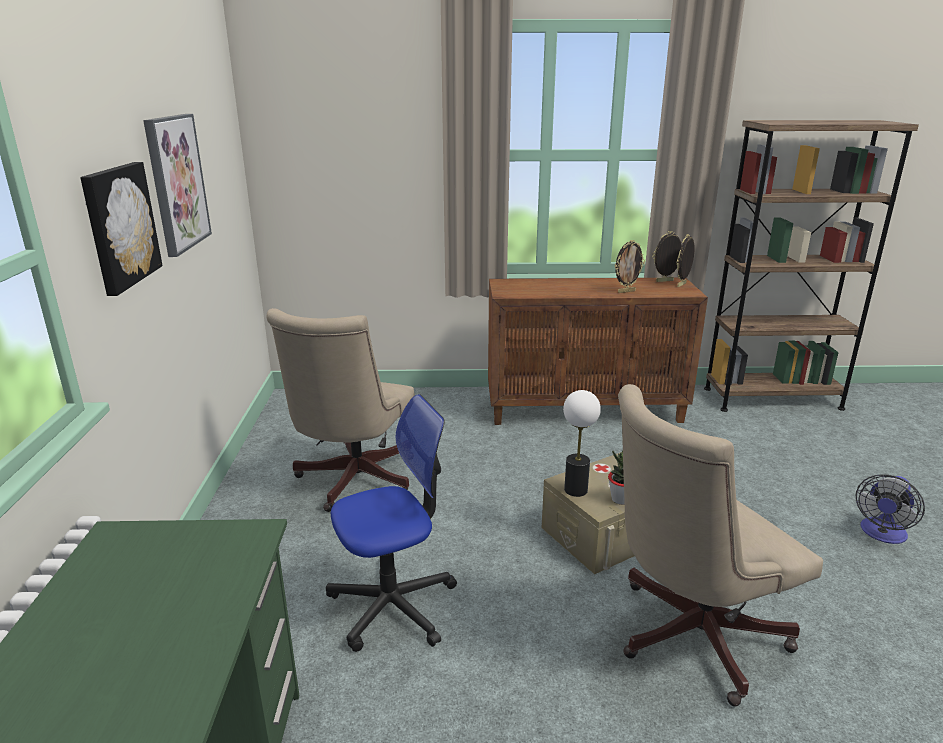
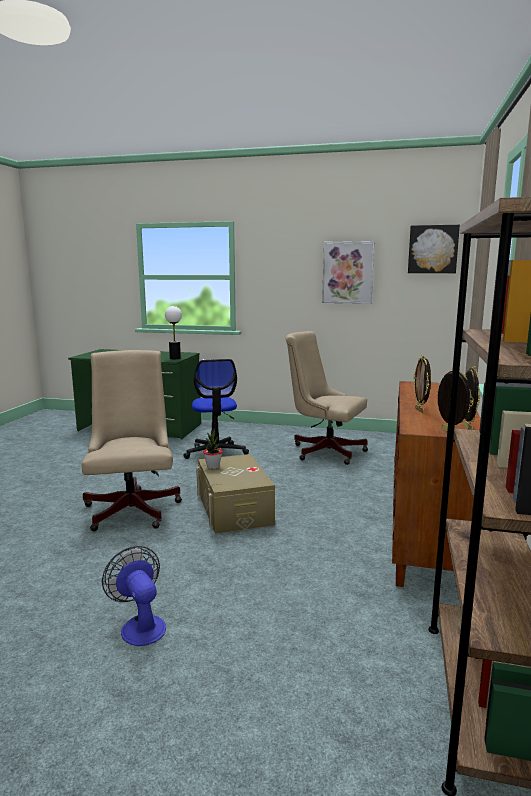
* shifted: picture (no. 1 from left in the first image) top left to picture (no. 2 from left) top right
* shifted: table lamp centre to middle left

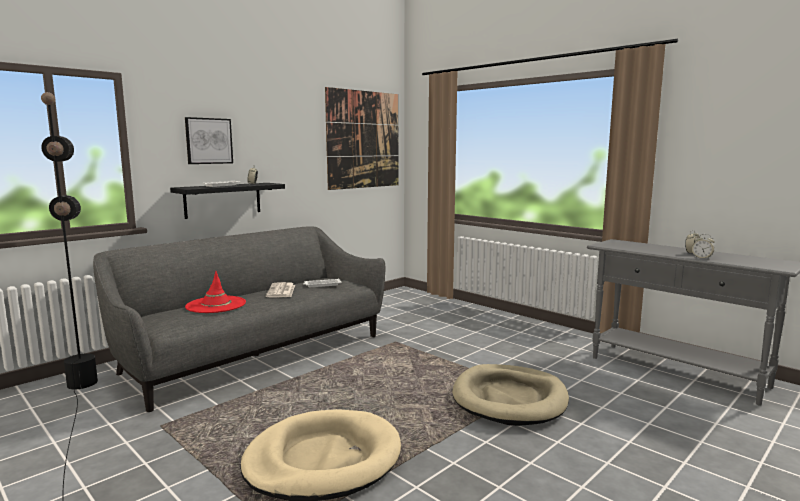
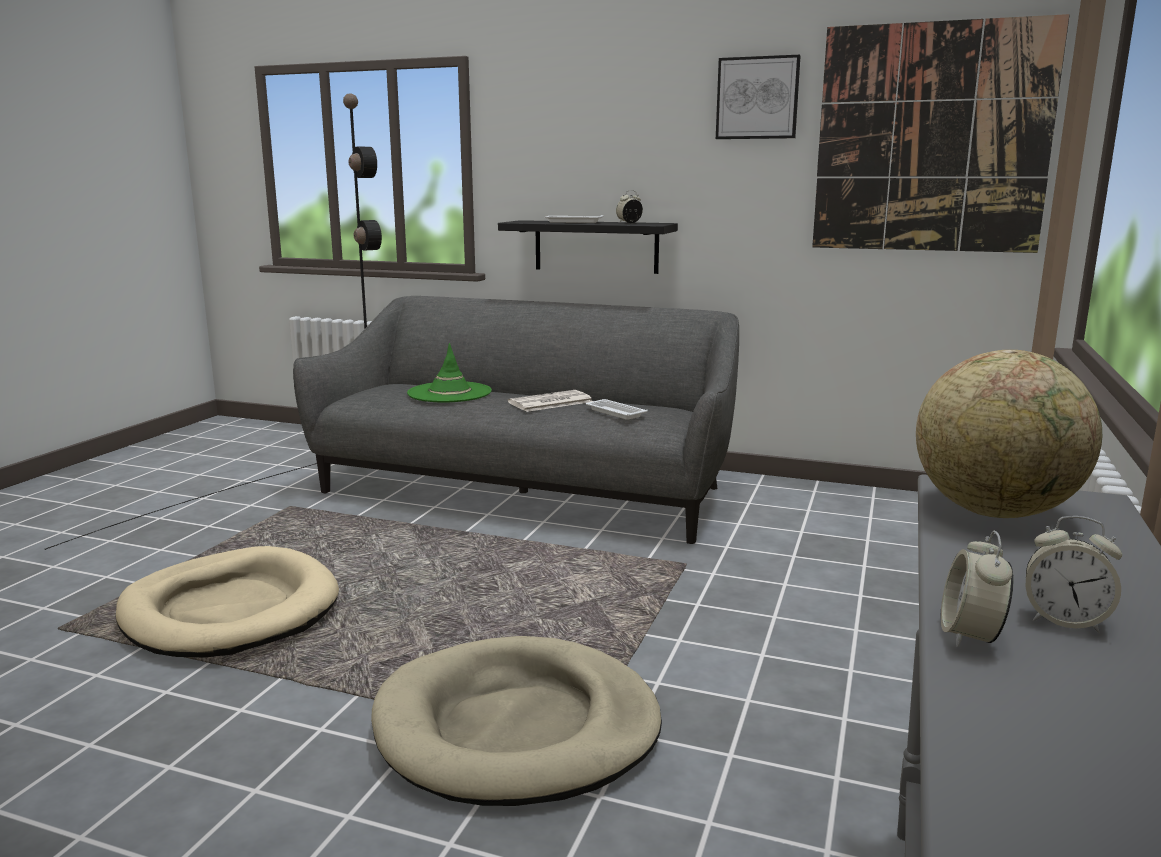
* shifted: picture (no. 1 from left) top left to top centre
* repainted: red wearable hat middle left to greenish wearable hat centre
* new: world globe middle right

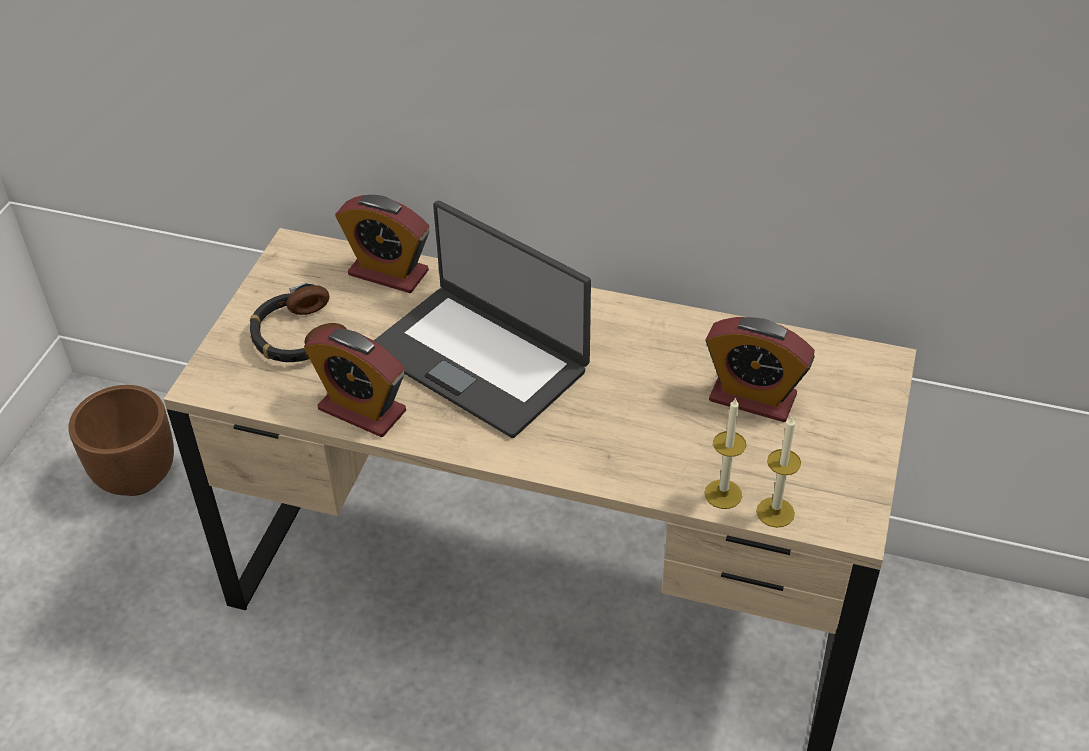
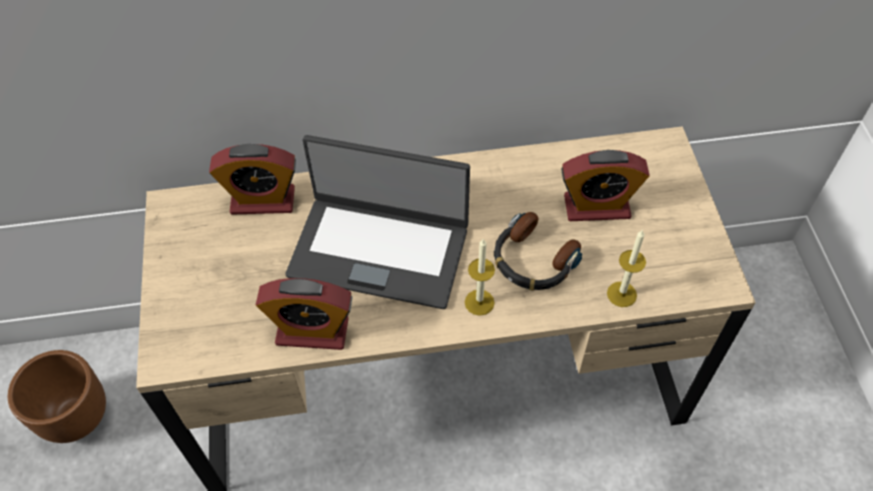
* shifted: headphones middle left to centre
* shifted: wax candle (no. 2 from left in the first image) middle right to wax candle (no. 1 from left) centre

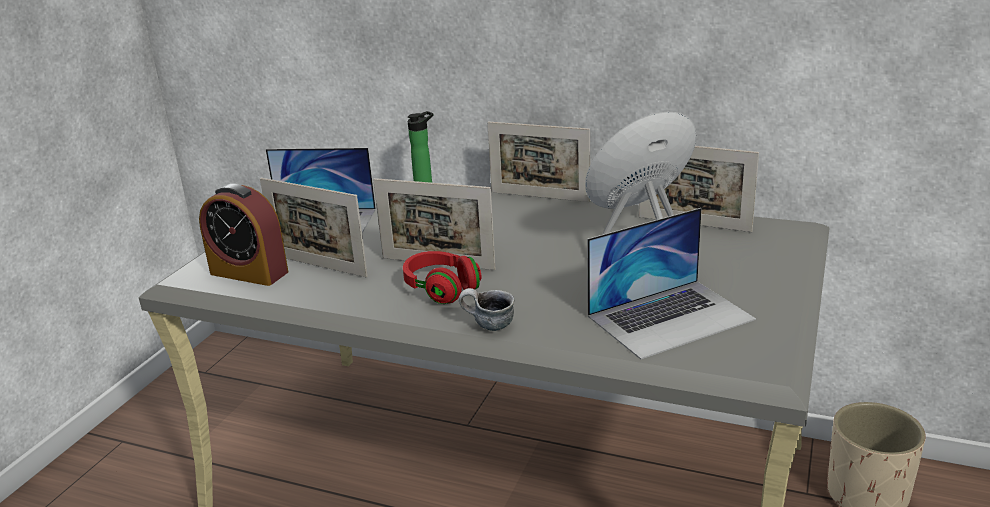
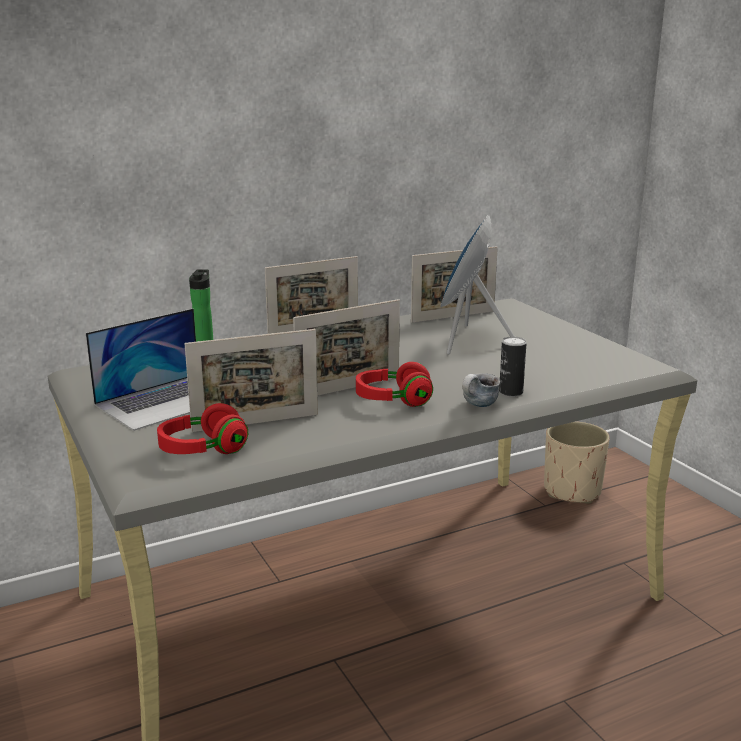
* swapped: table clock middle left to red headphones (no. 1 from left) middle left
* gone: laptop (no. 2 from left) middle right
* new: metal can middle right

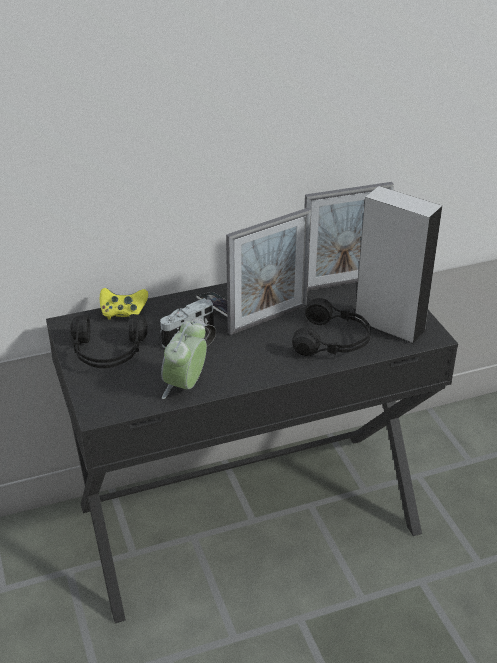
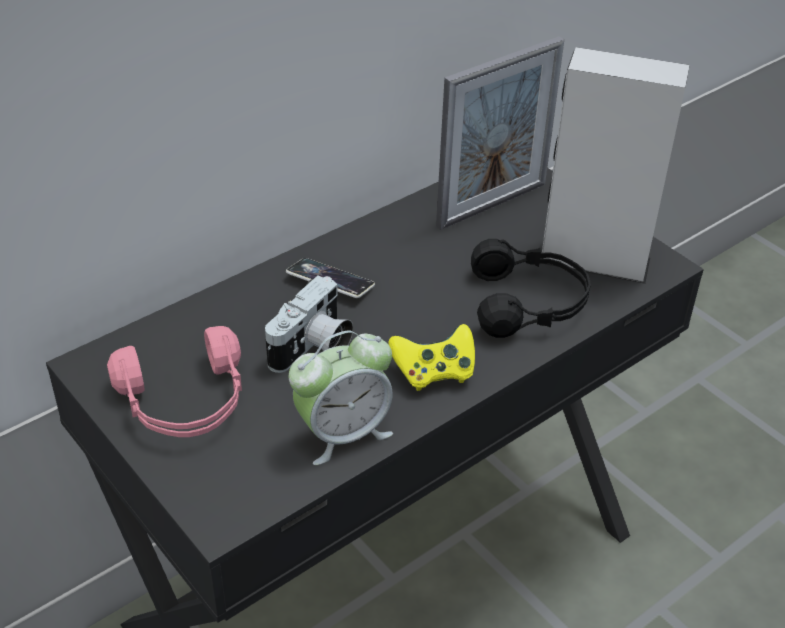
* repainted: black headphones (no. 1 from left) middle left to pink-coloured headphones middle left
* shifted: yellow gamepad middle left to centre
* rotated: table clock centre = centre 120 degrees counterclockwise
* gone: picture frame (no. 1 from left) centre

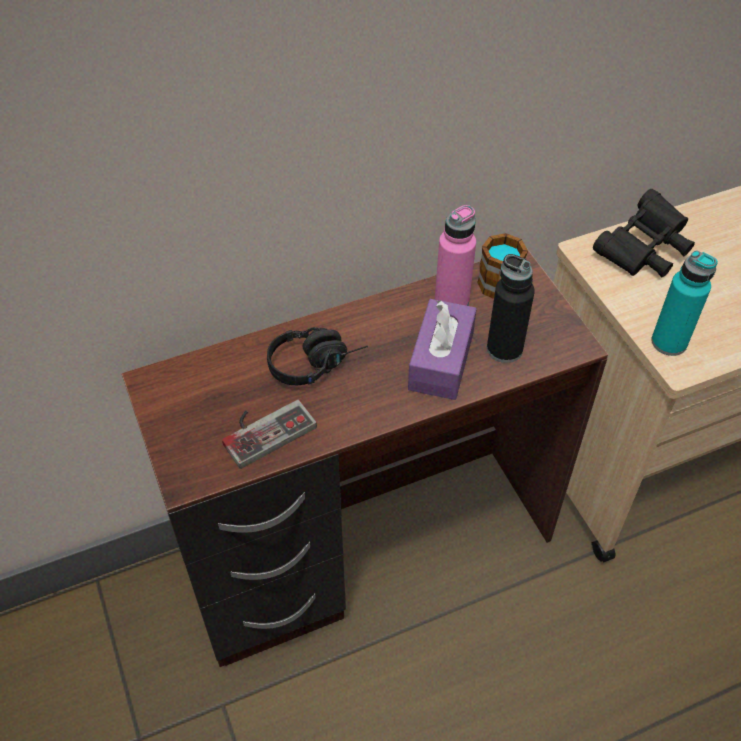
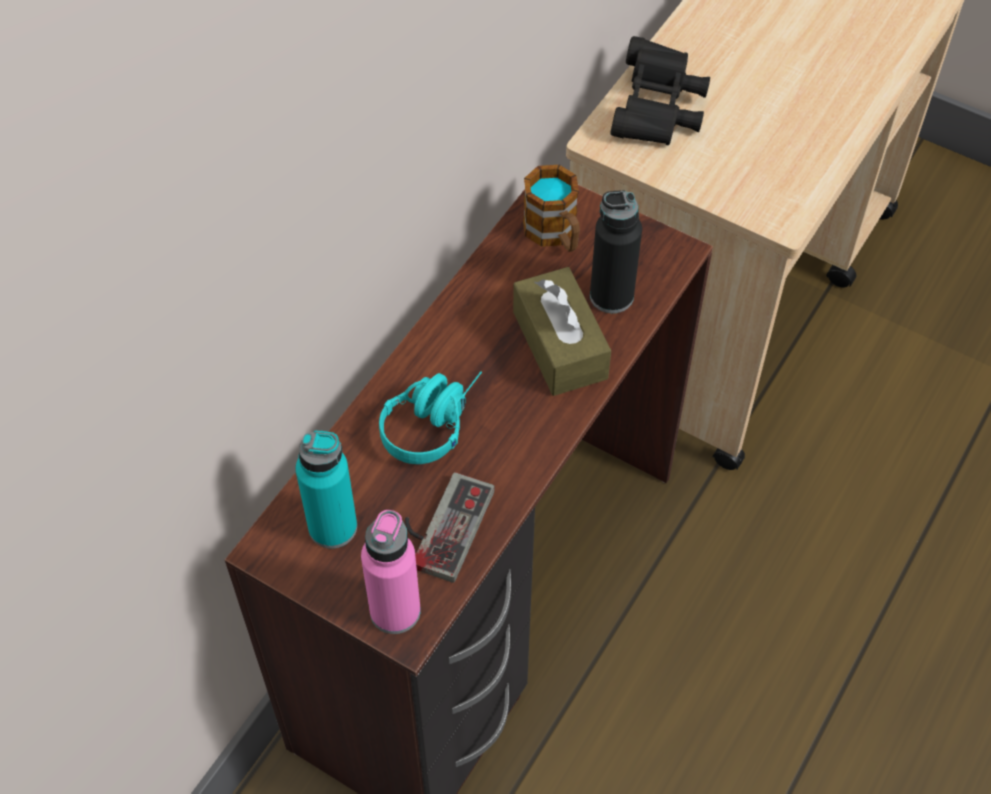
* repainted: black headphones centre to turquoise headphones centre
* repainted: purplish box of tissues centre to brownish box of tissues centre
* shifted: pink-coloured beverage bottle centre to bottom centre
* shifted: turquoise beverage bottle middle right to middle left

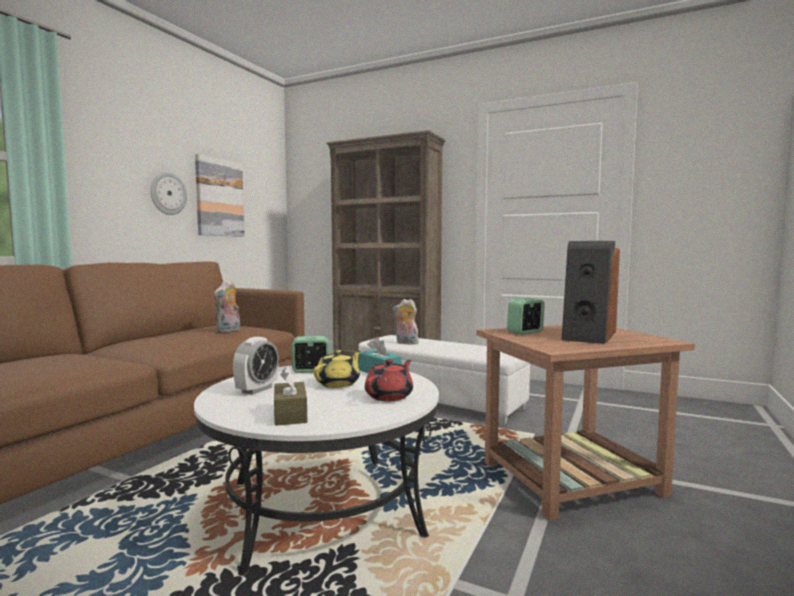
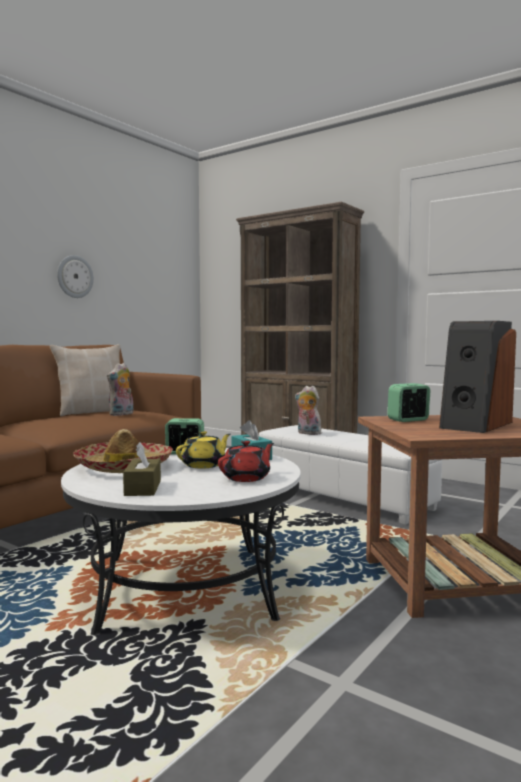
* gone: picture top left
* swapped: table clock (no. 1 from left) middle left to wearable hat middle left
* new: sand-coloured pillow middle left

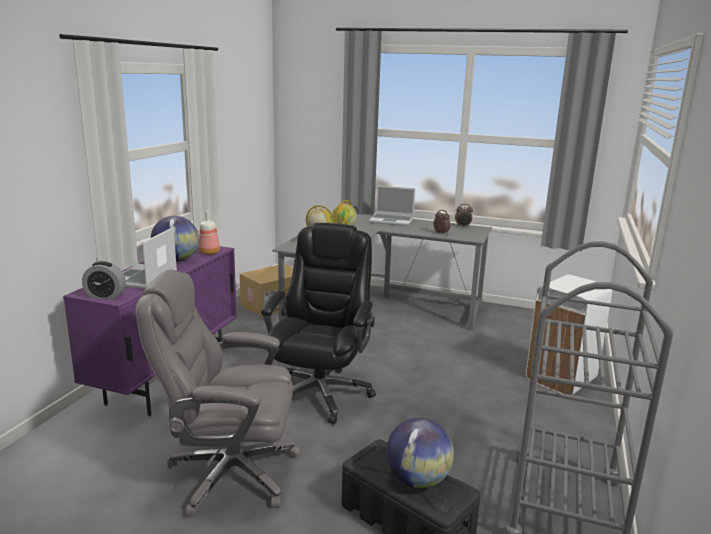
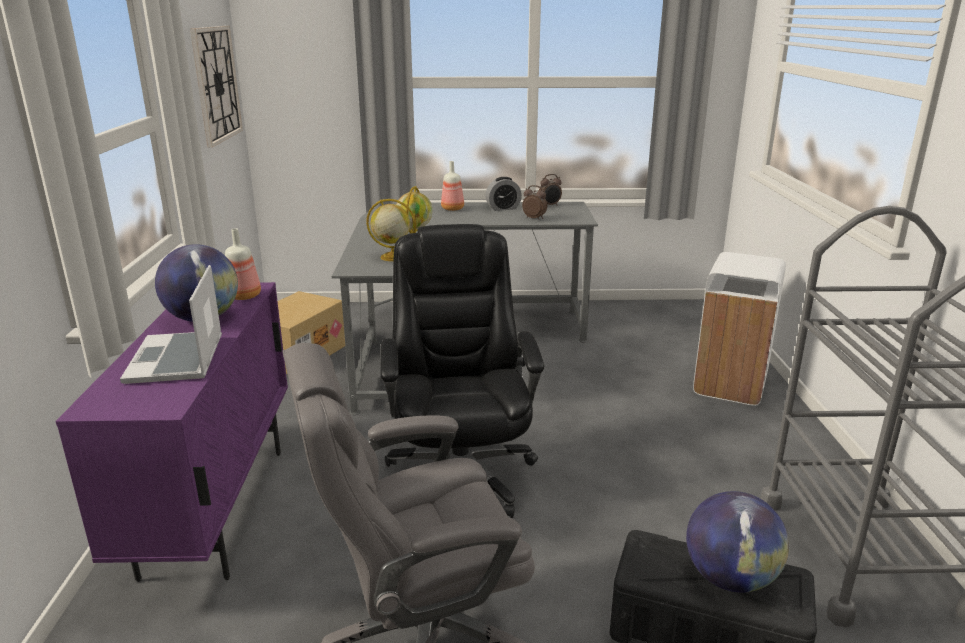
* shifted: table clock (no. 1 from left) middle left to top centre
* swapped: laptop (no. 2 from left) centre to beverage bottle (no. 2 from left) top centre
* new: hanging clock top left

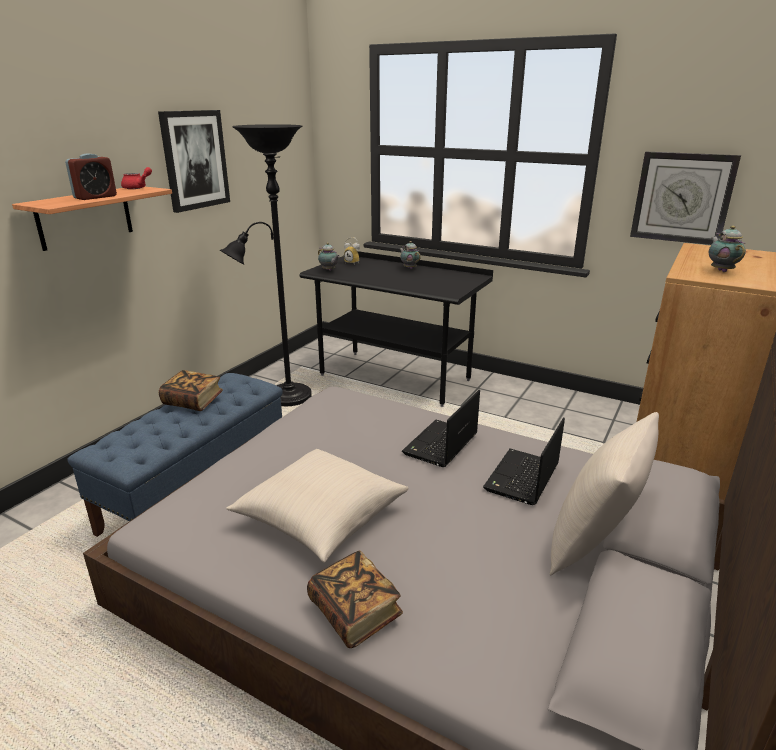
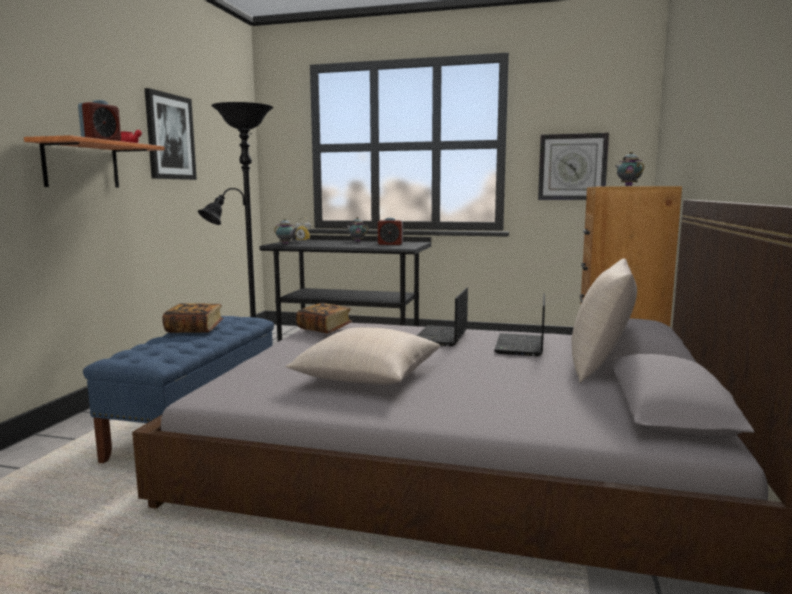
* shifted: volume (no. 2 from left) bottom centre to centre
* new: table clock (no. 3 from left) centre

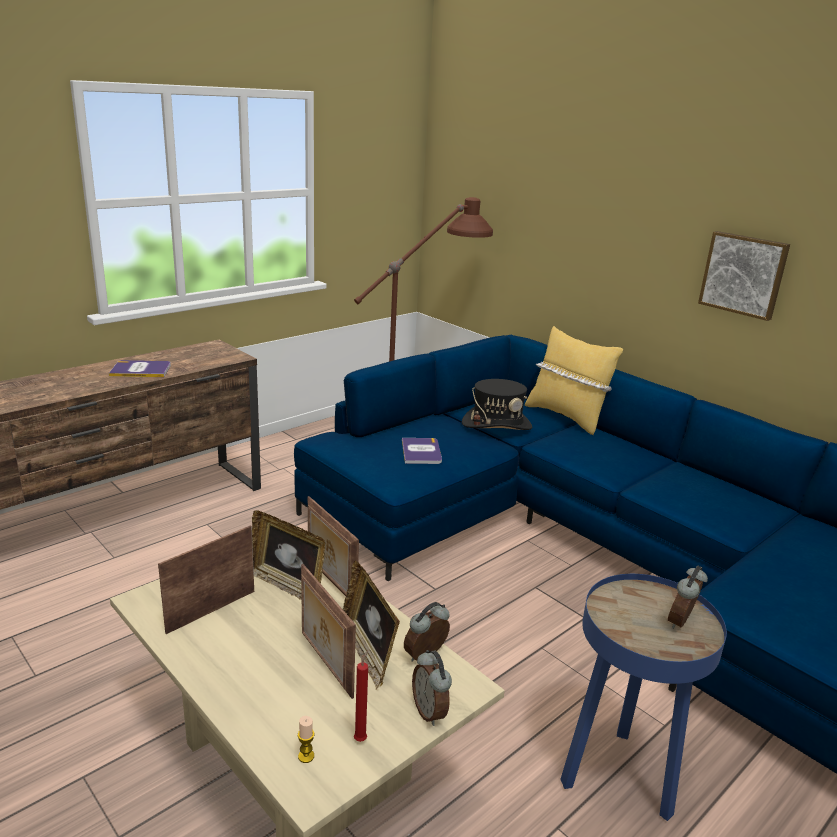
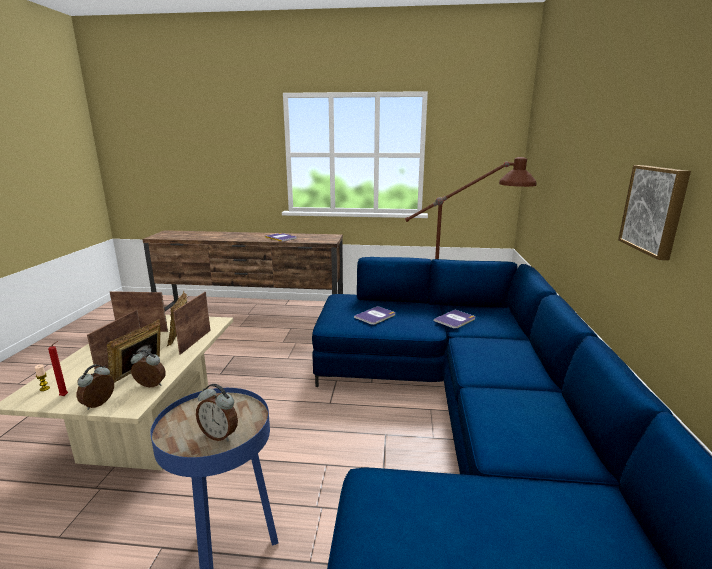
* swapped: black wearable hat centre to volume (no. 3 from left) centre
* gone: yellow pillow middle right
* rotated: table clock (no. 3 from left) bottom right = bottom left 150 degrees counterclockwise

